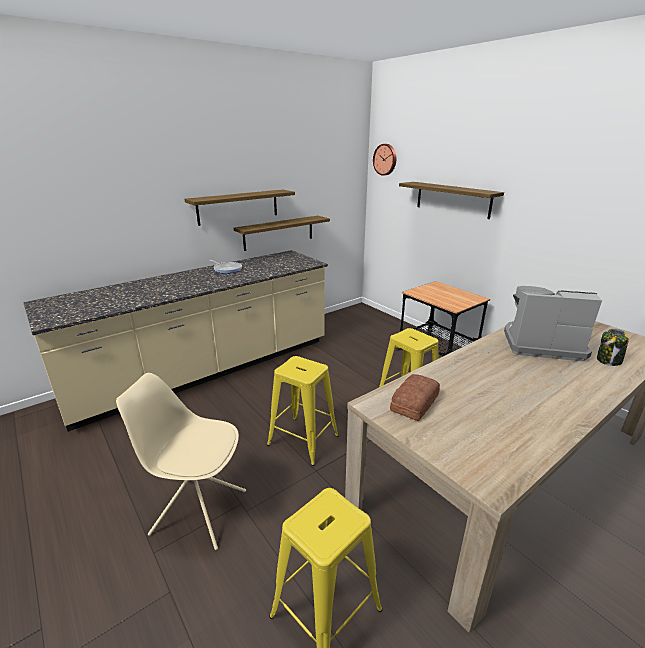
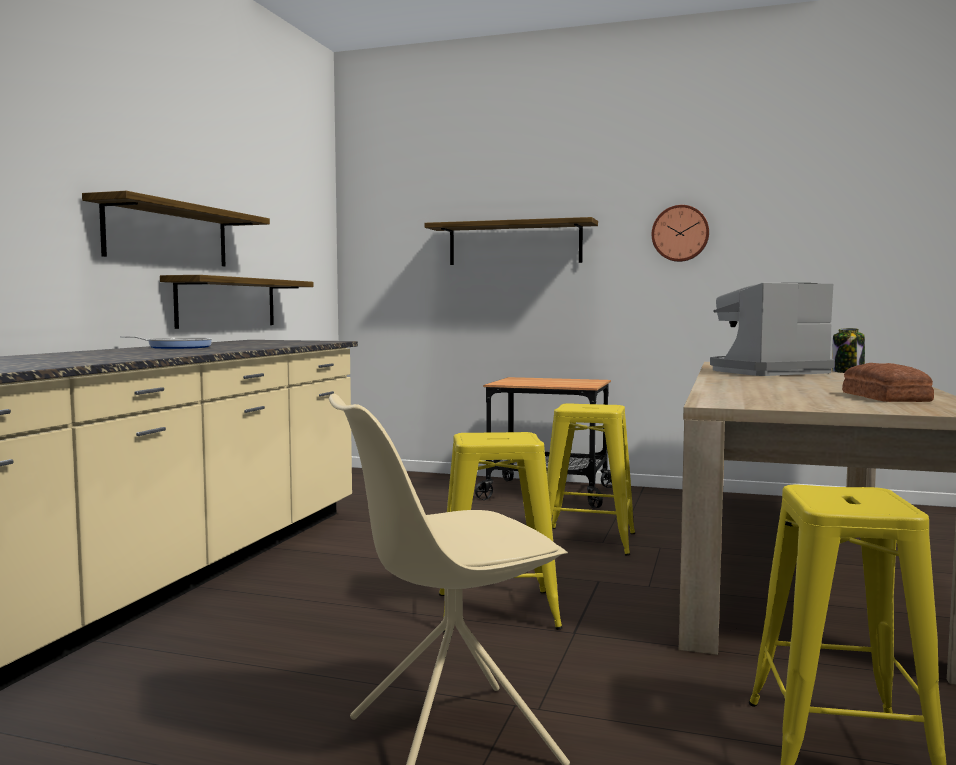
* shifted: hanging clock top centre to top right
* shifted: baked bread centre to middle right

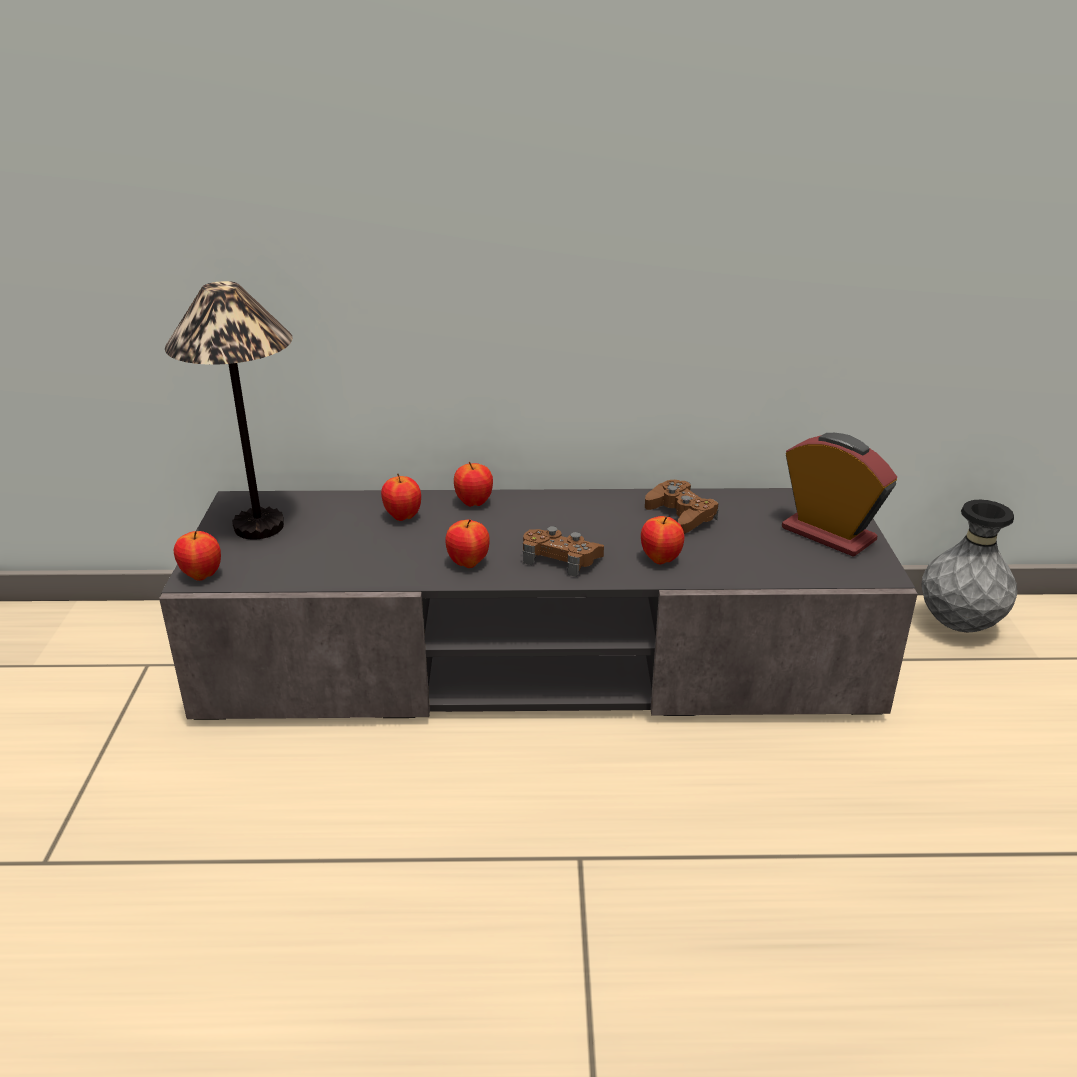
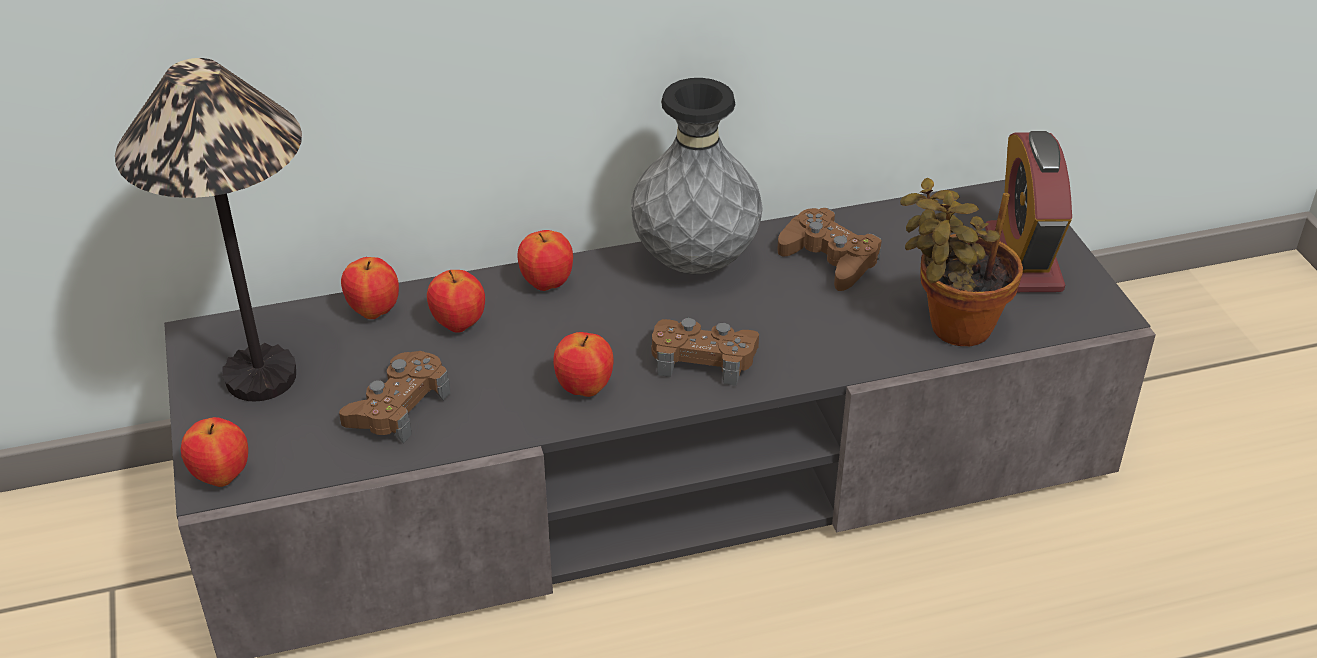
* shifted: whole apple (no. 5 from left in the first image) centre to whole apple (no. 2 from left) middle left
* rotated: table clock middle right = top right 120 degrees counterclockwise
* shifted: grey vase middle right to top centre
* new: brownish gamepad (no. 1 from left) middle left
* new: houseplant middle right

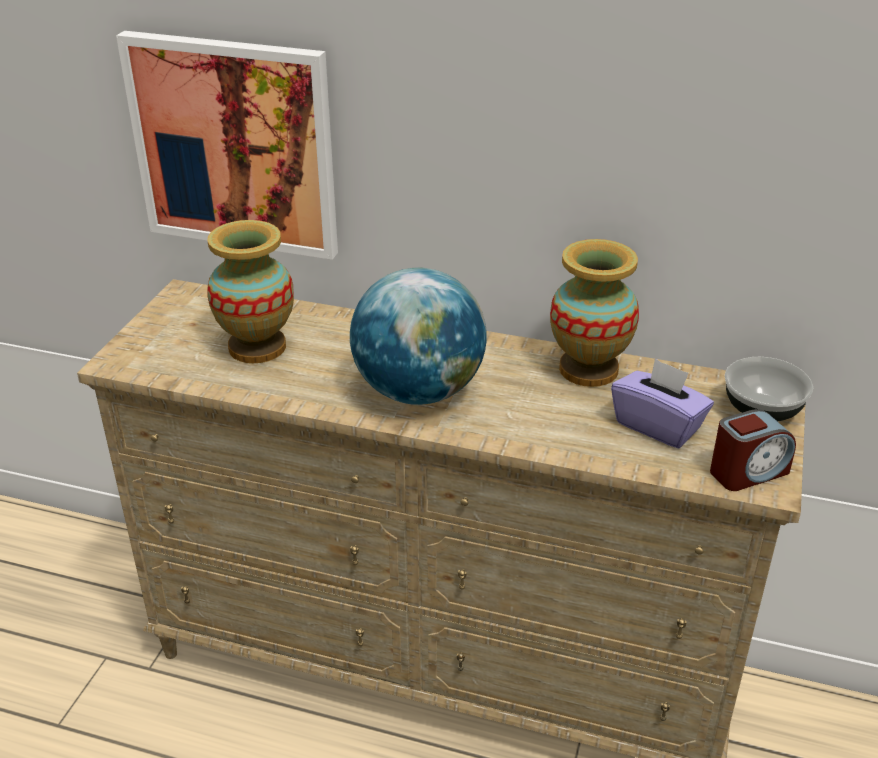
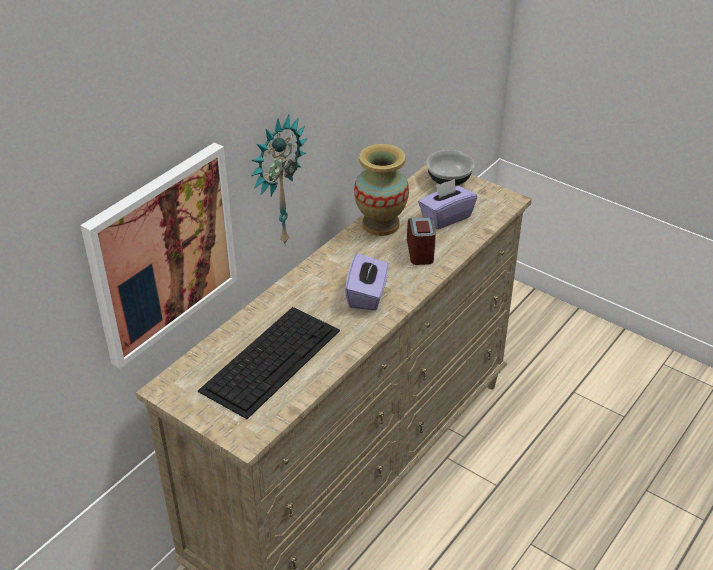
* swapped: vase (no. 1 from left) middle left to PC keyboard centre
* swapped: world globe centre to purplish box of tissues (no. 1 from left) centre
* shifted: table clock middle right to centre
* new: hanging clock top centre

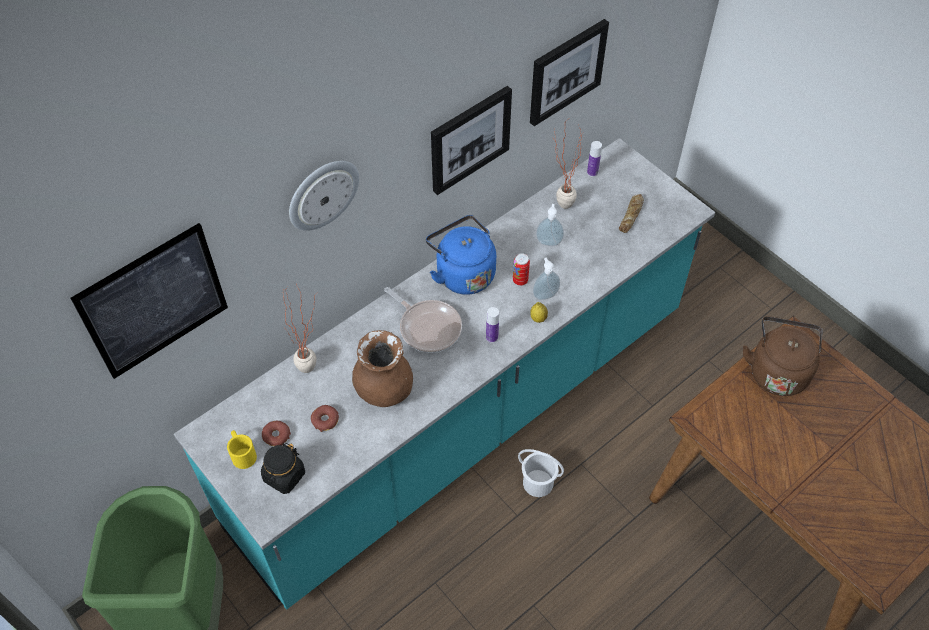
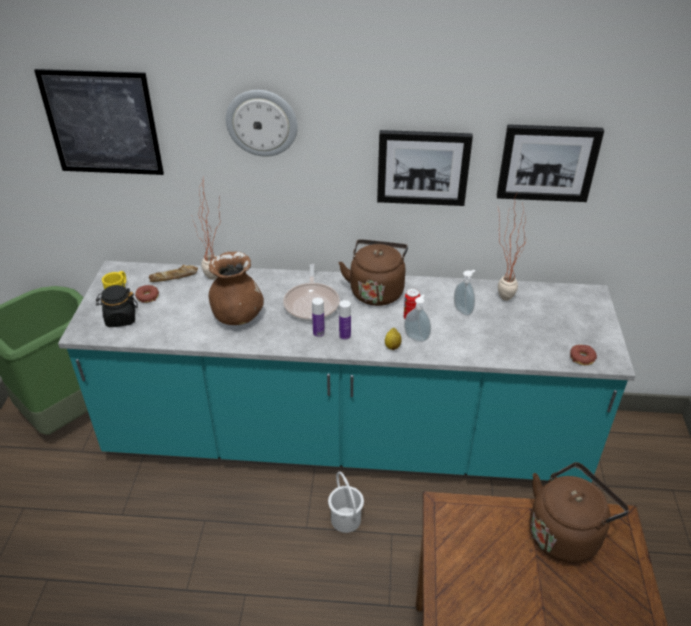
* shifted: doughnut (no. 2 from left) centre to middle right
* repainted: bluish kettle centre to brownish kettle (no. 1 from left) centre
* shifted: beverage bottle (no. 2 from left in the first image) top centre to beverage bottle (no. 1 from left) centre
* shifted: baked bread middle right to middle left

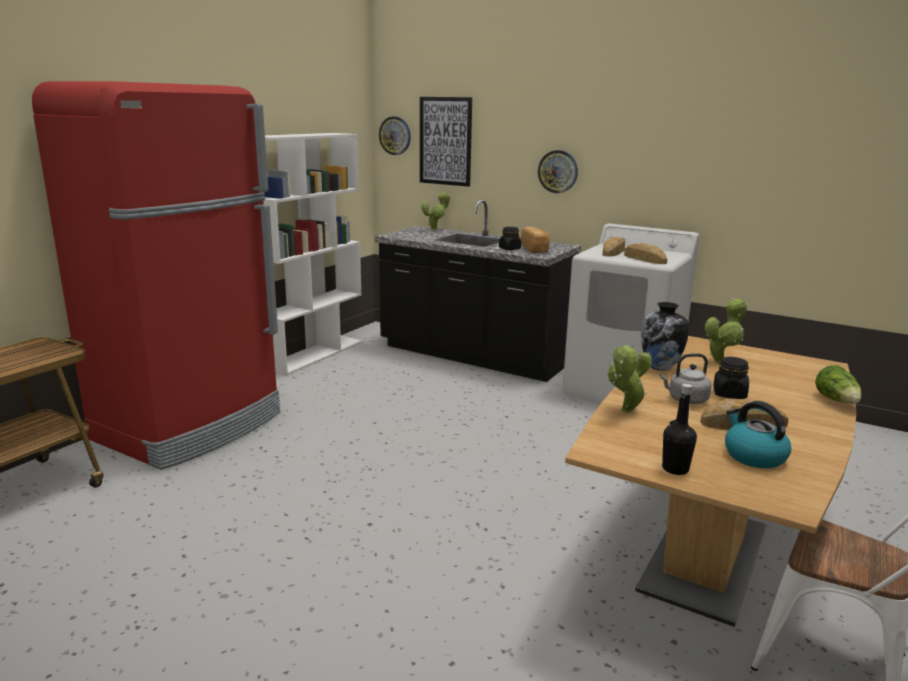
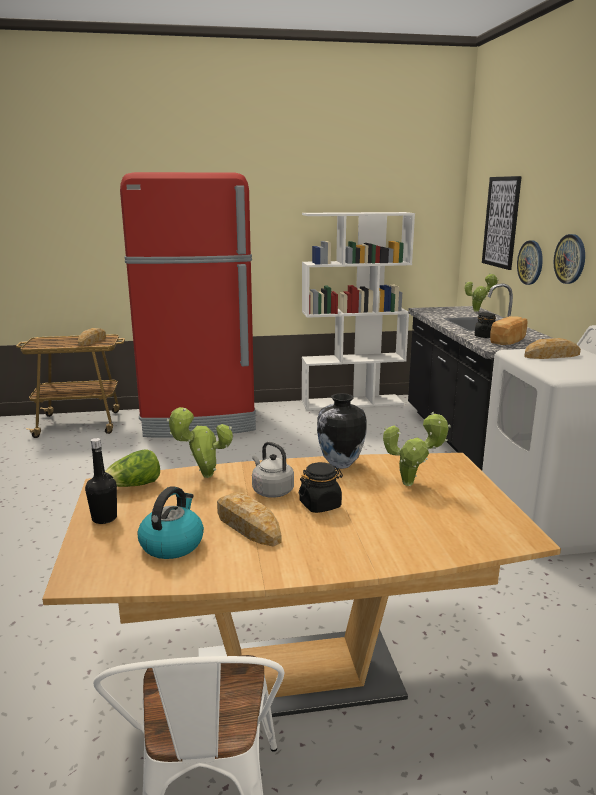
* shifted: hanging clock (no. 1 from left) top centre to top right
* shifted: baked bread (no. 3 from left in the first image) middle right to baked bread (no. 1 from left) middle left
* shifted: head of lettuce middle right to middle left

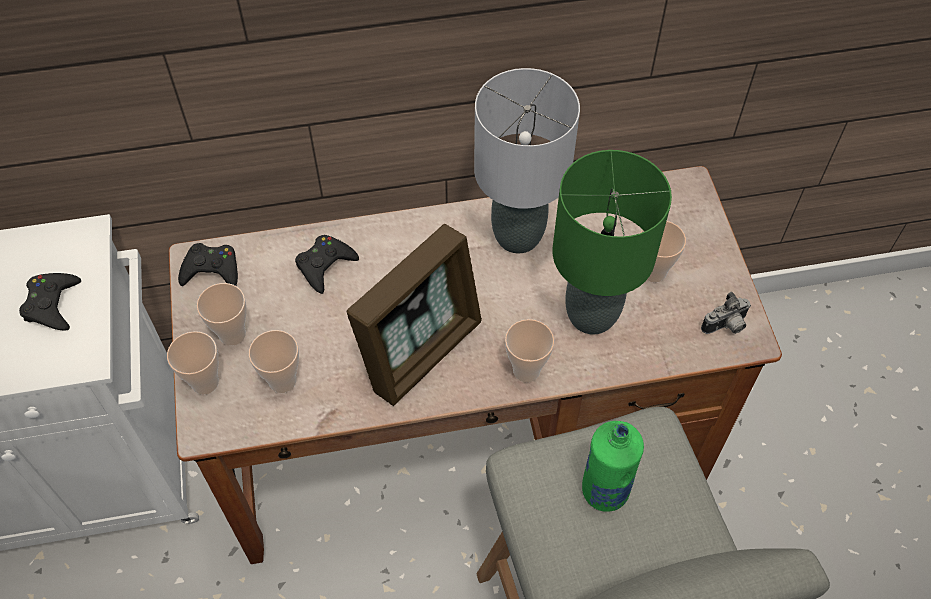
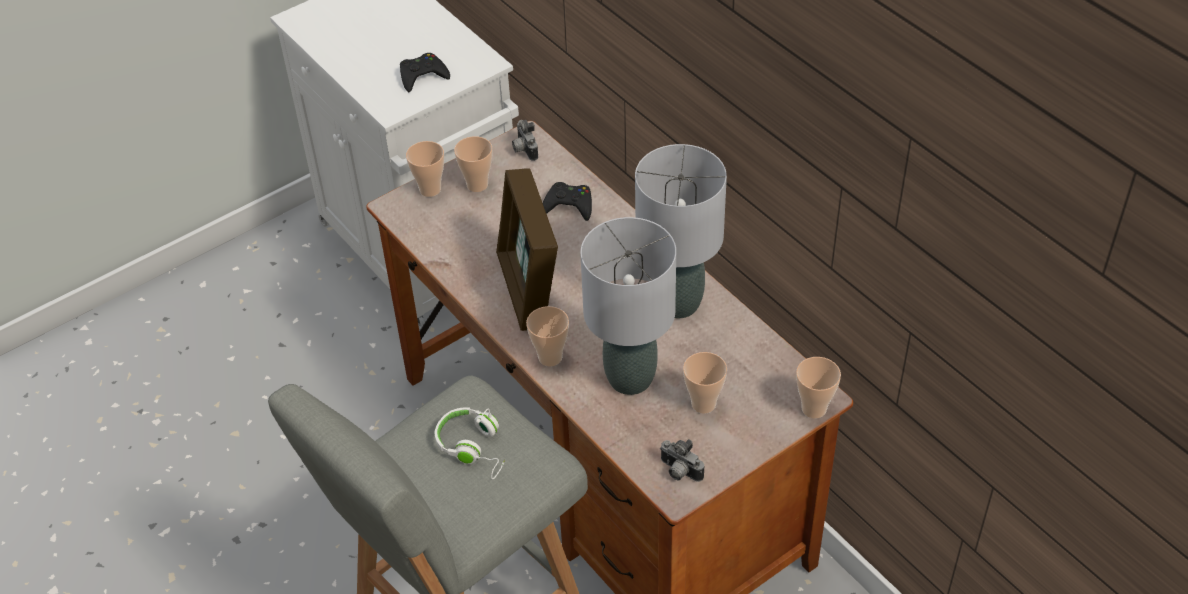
* swapped: black gamepad (no. 2 from left) middle left to still camera (no. 1 from left) top centre
* shifted: small cup (no. 3 from left in the first image) middle left to small cup (no. 5 from left) middle right
* rotated: picture frame centre = centre 60 degrees clockwise
* repainted: greenish table lamp centre to grey table lamp (no. 1 from left) centre
* swapped: greenish beverage bottle bottom centre to whitish headphones bottom centre

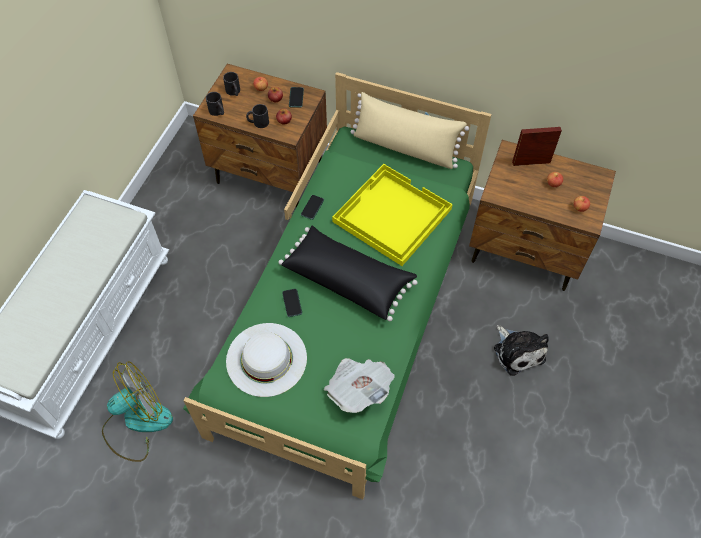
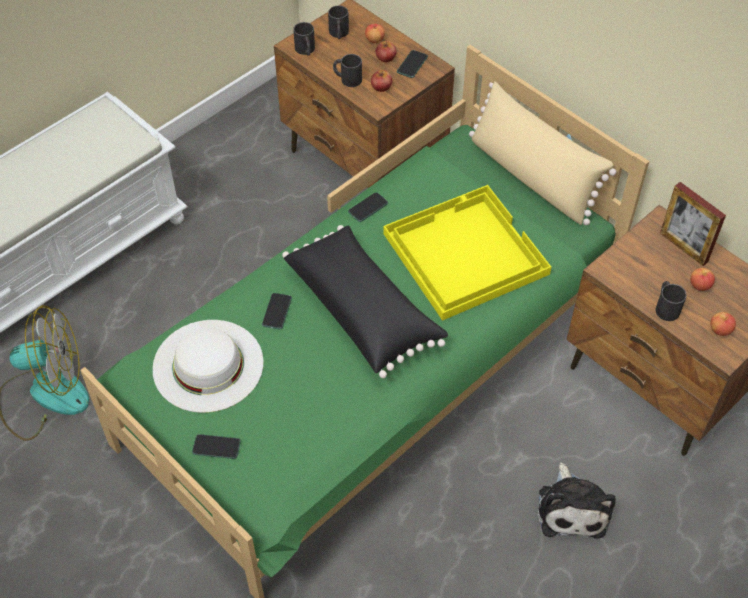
* gone: printed paper bottom centre
* rotated: picture frame top right = middle right 150 degrees counterclockwise
* new: phone (no. 1 from left) bottom left
* new: black mug (no. 4 from left) middle right

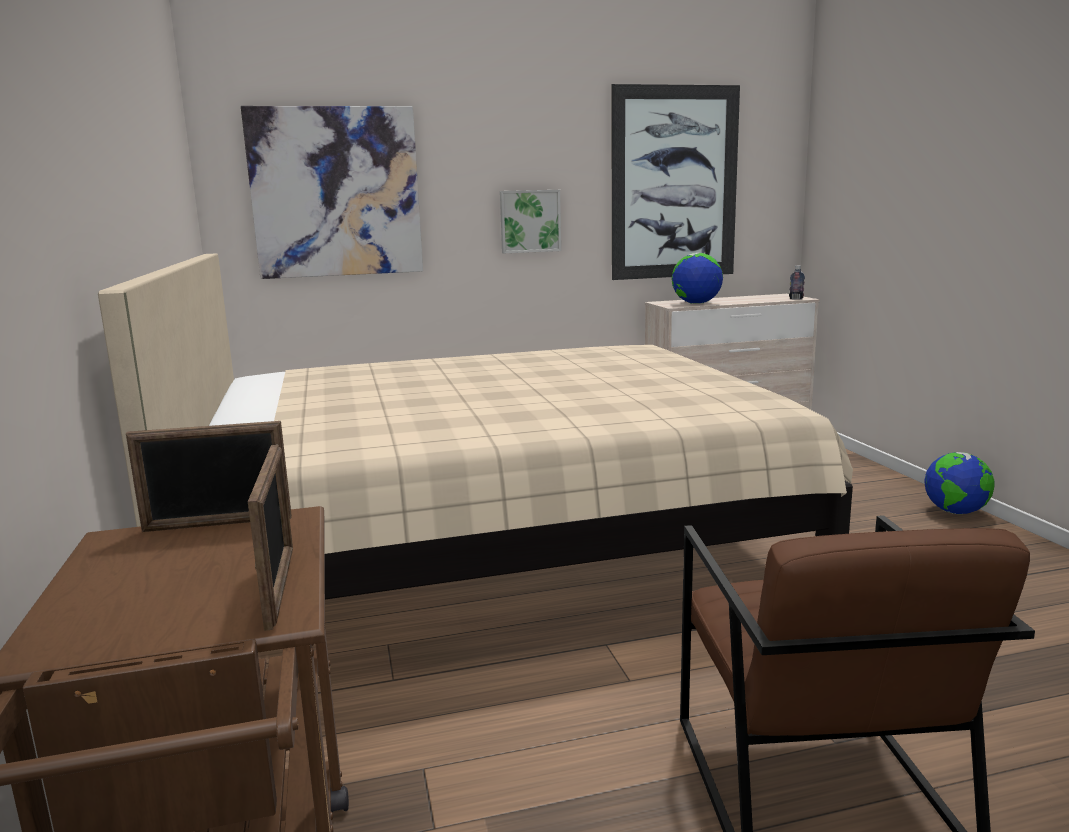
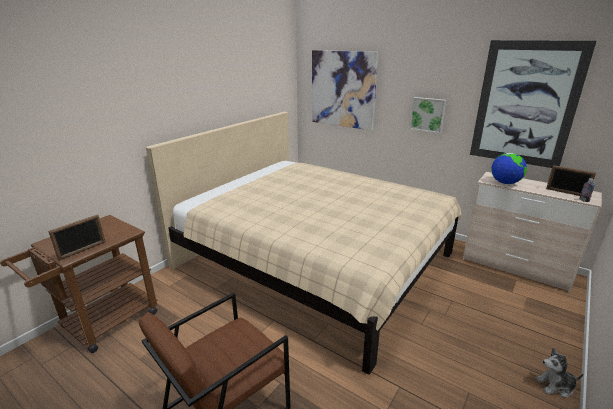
* shifted: picture frame (no. 1 from left in the first image) middle left to picture frame (no. 2 from left) middle right
* swapped: world globe (no. 2 from left) middle right to soft toy bottom right

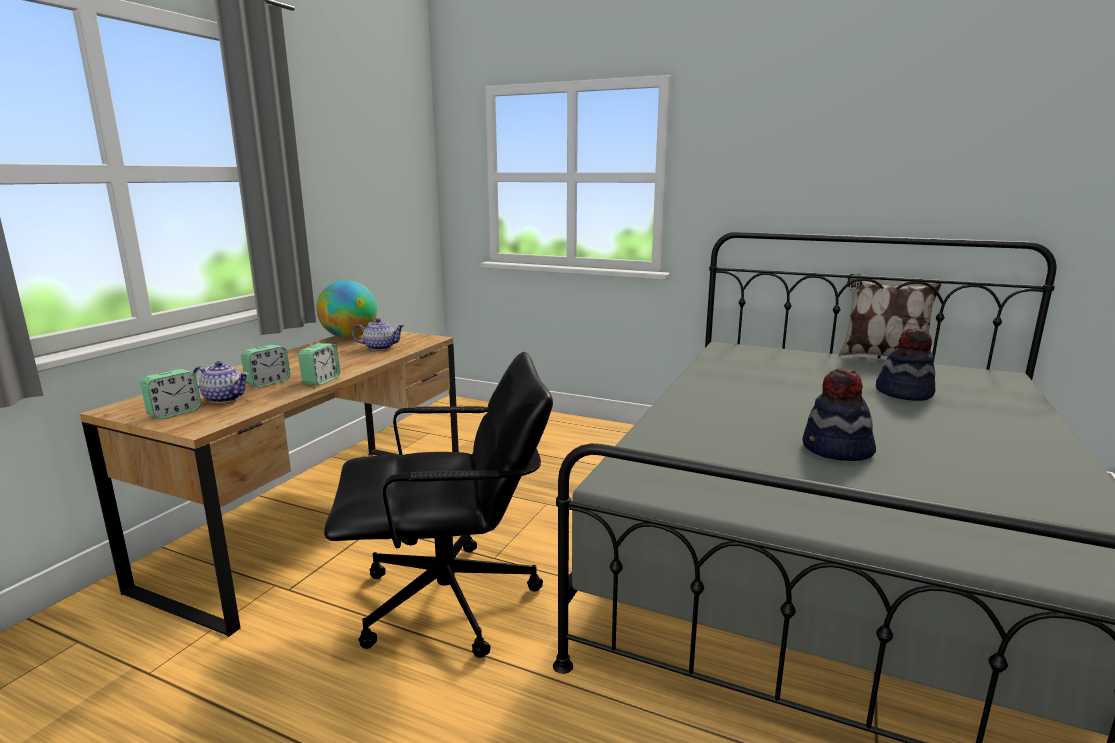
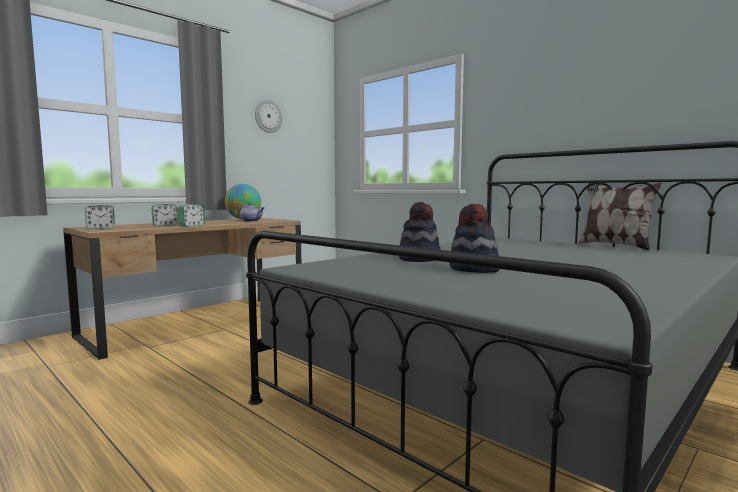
* gone: tea pot (no. 1 from left) middle left
* gone: black office chair bottom centre
* shifted: wearable hat (no. 2 from left in the first image) middle right to wearable hat (no. 1 from left) centre
* new: hanging clock top centre

